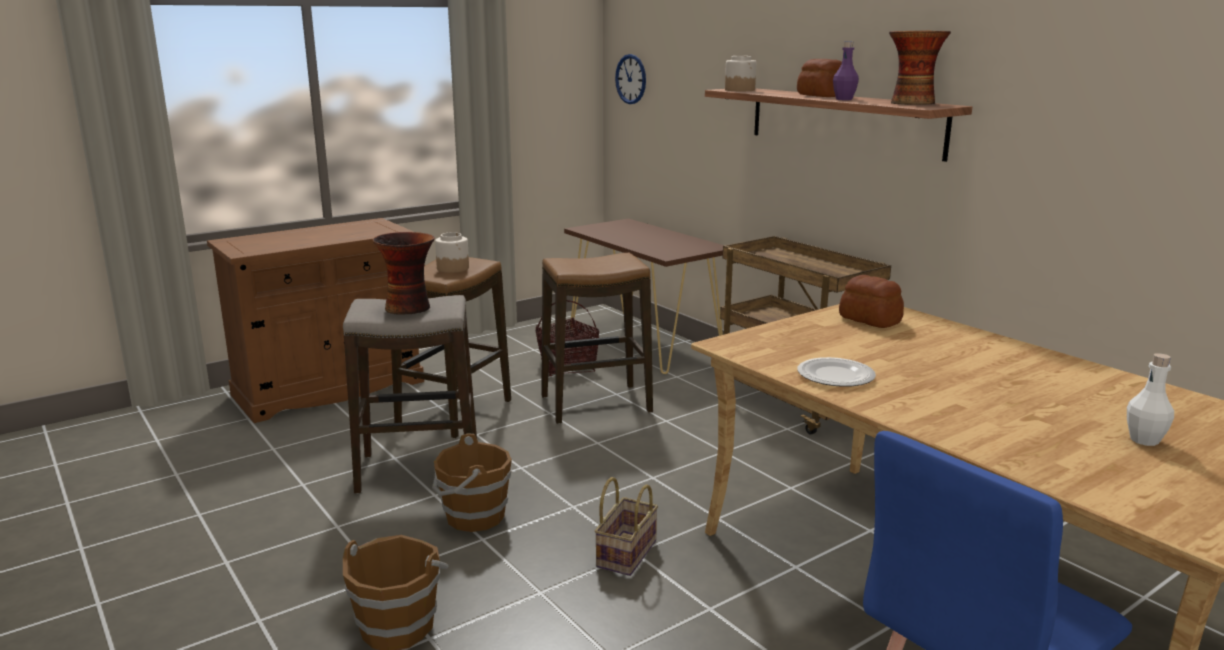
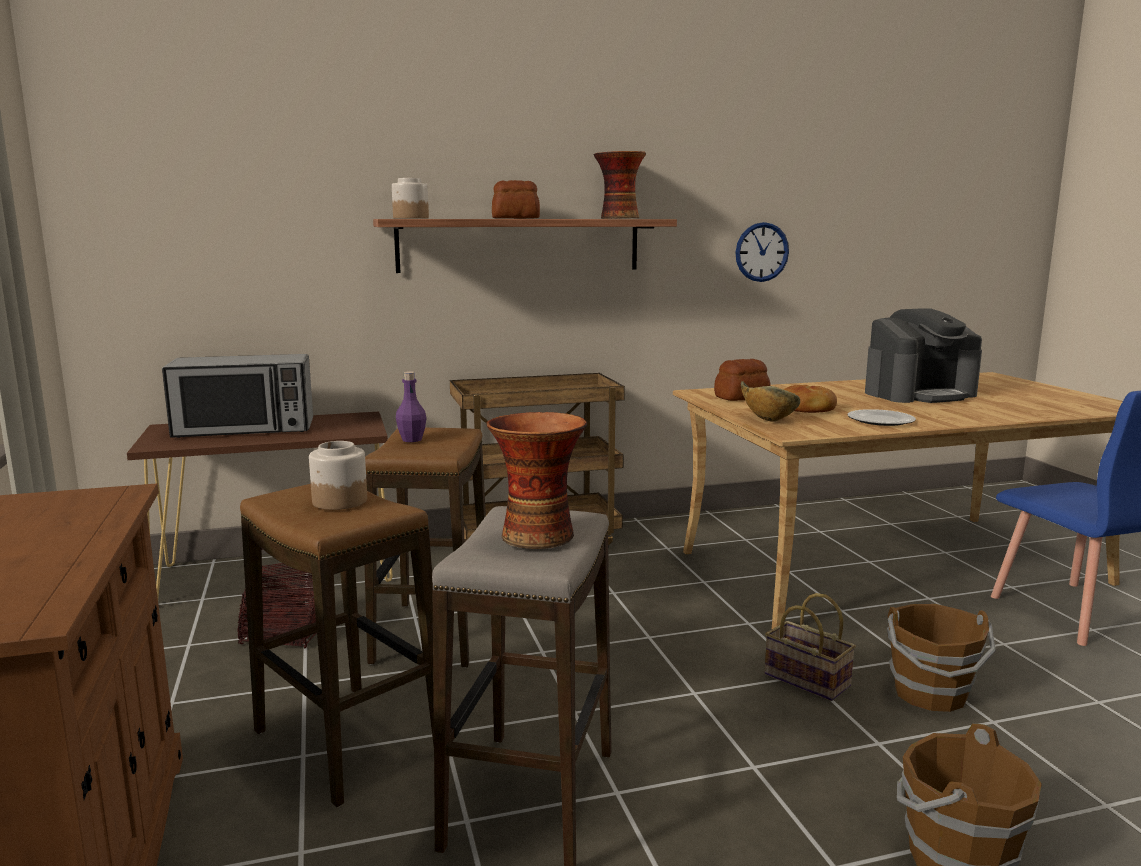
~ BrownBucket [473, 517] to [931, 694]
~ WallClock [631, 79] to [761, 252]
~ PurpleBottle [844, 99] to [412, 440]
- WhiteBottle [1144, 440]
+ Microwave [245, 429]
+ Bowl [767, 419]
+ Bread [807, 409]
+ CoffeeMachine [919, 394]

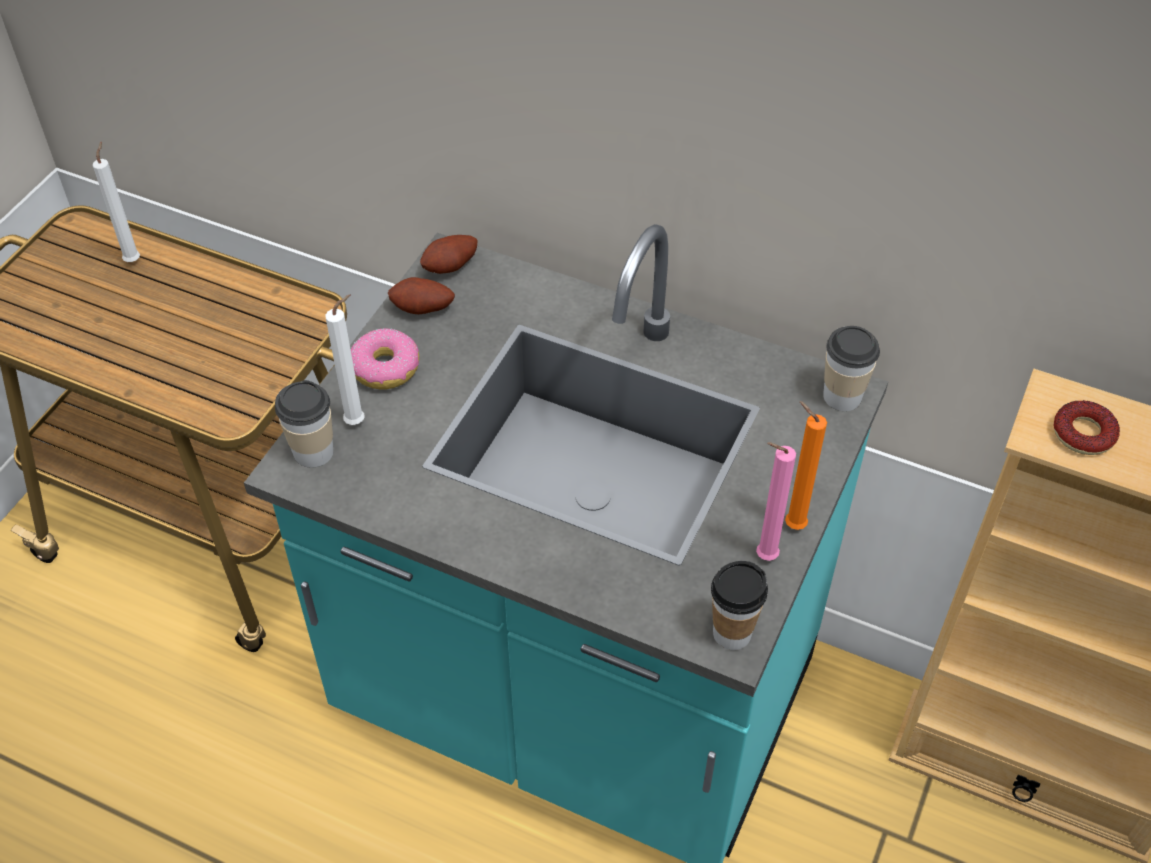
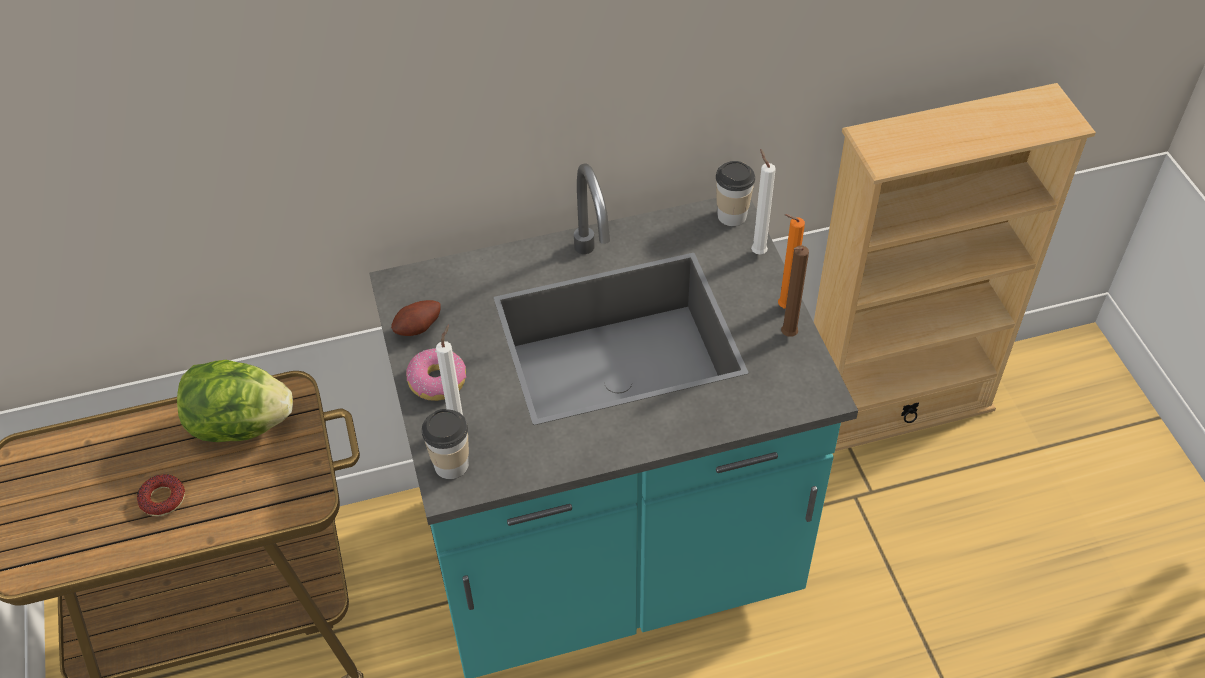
~ WhiteCandle [134, 259] to [757, 251]
- Potato [451, 267]
- Cup [732, 634]
~ PinkCandle [762, 556] to BrownCandle [787, 336]
~ Donut [1083, 434] to [163, 499]
+ Lettuce [240, 424]

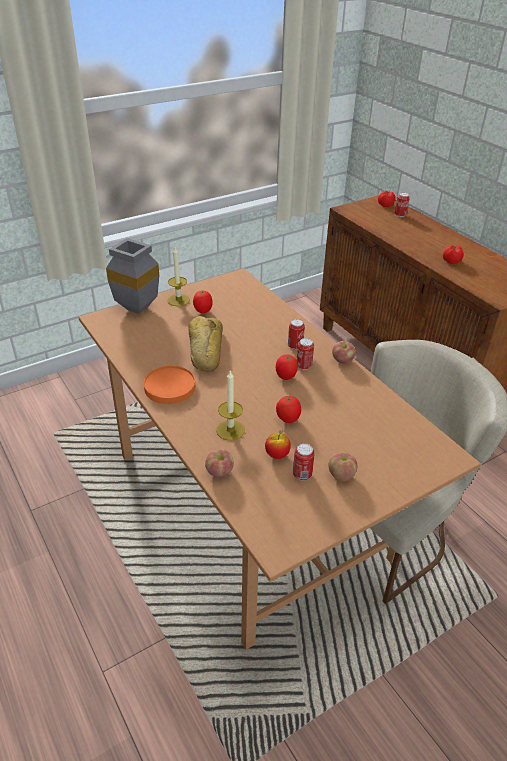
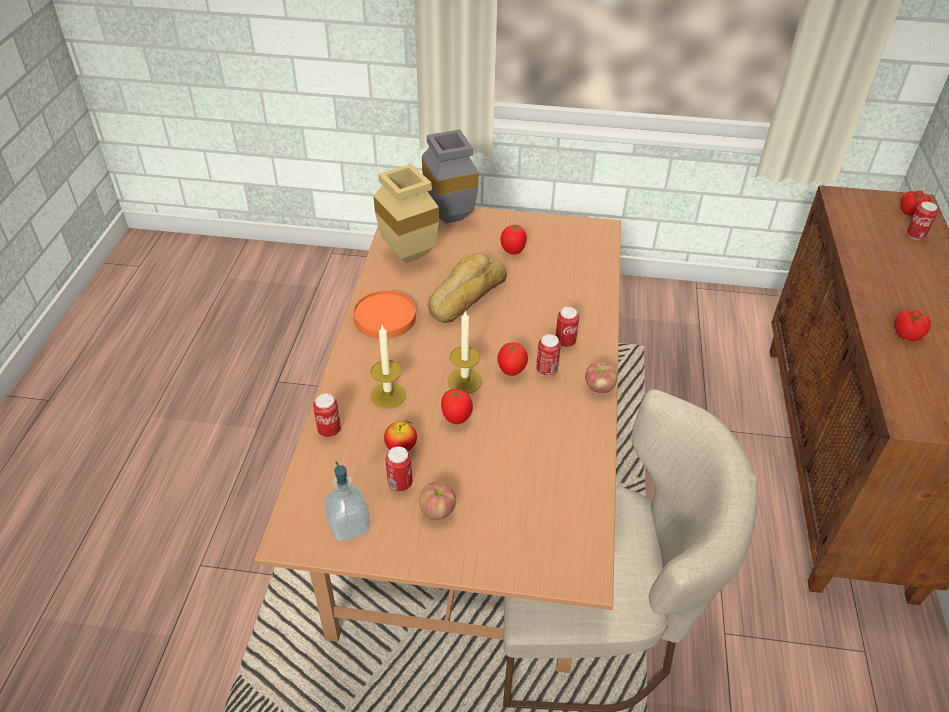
~ Candle [178, 300] to [464, 381]
~ Apple [219, 472] to Can [329, 430]
+ SoapDispenser [349, 525]
+ BeigeVase [405, 254]

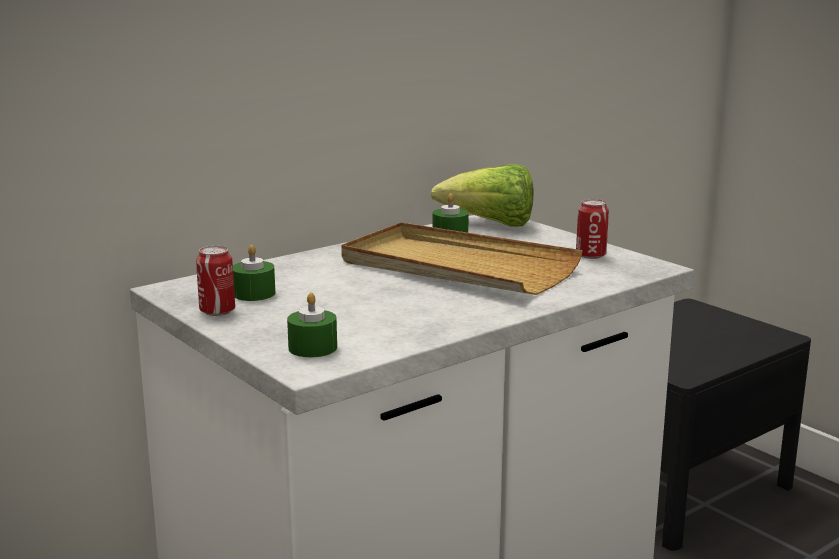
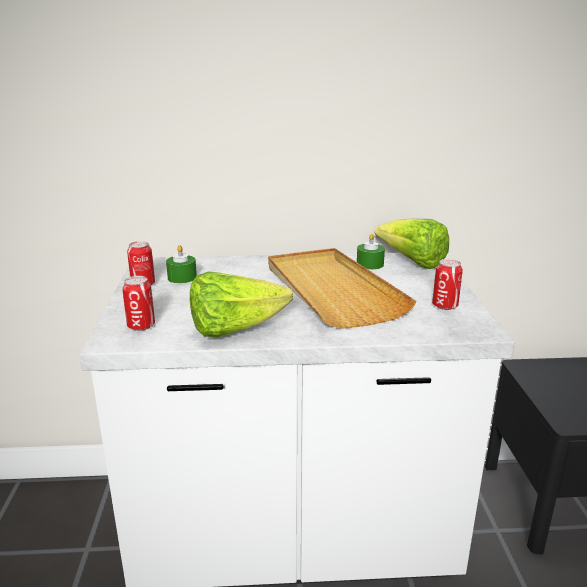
~ GreenCandle [312, 347] to Can [141, 326]
+ Lettuce [235, 329]

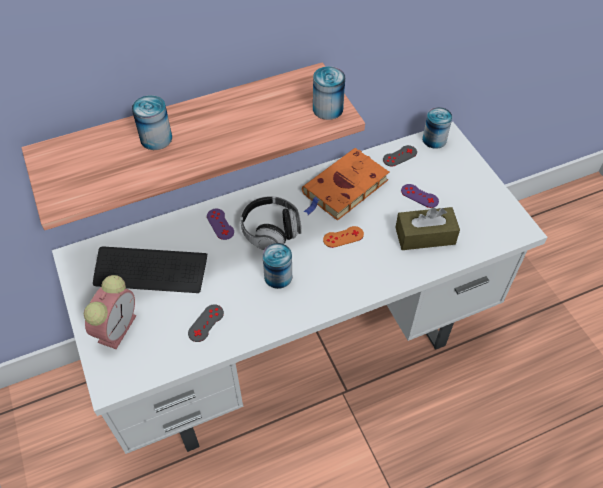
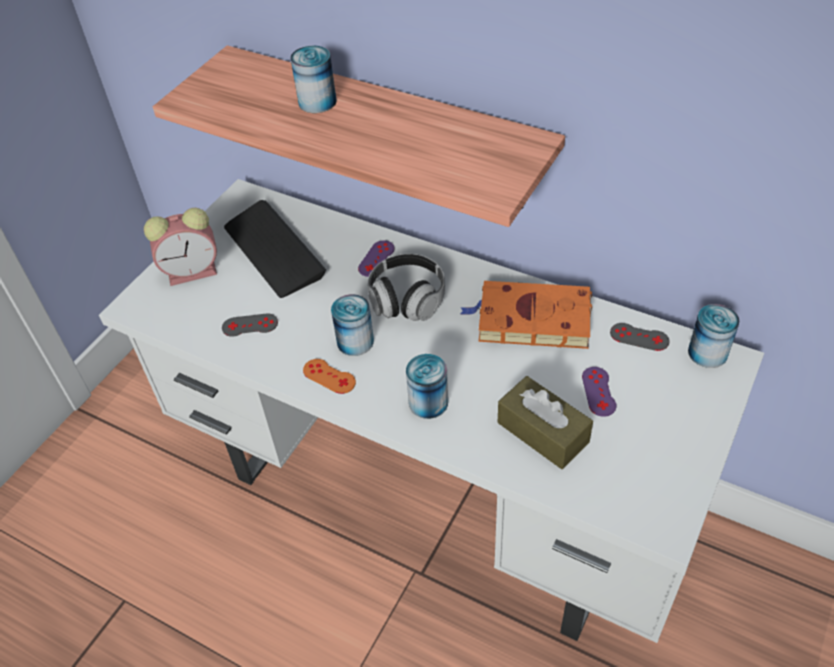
~ Can [327, 109] to [428, 402]
~ OrangeGameController [343, 237] to [329, 376]

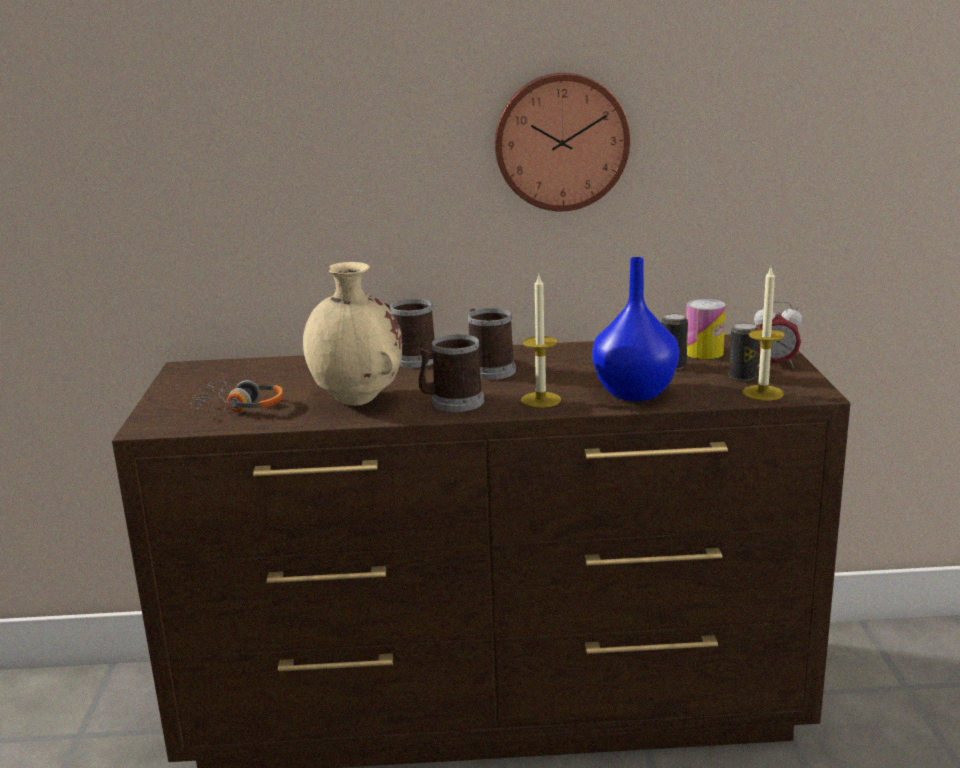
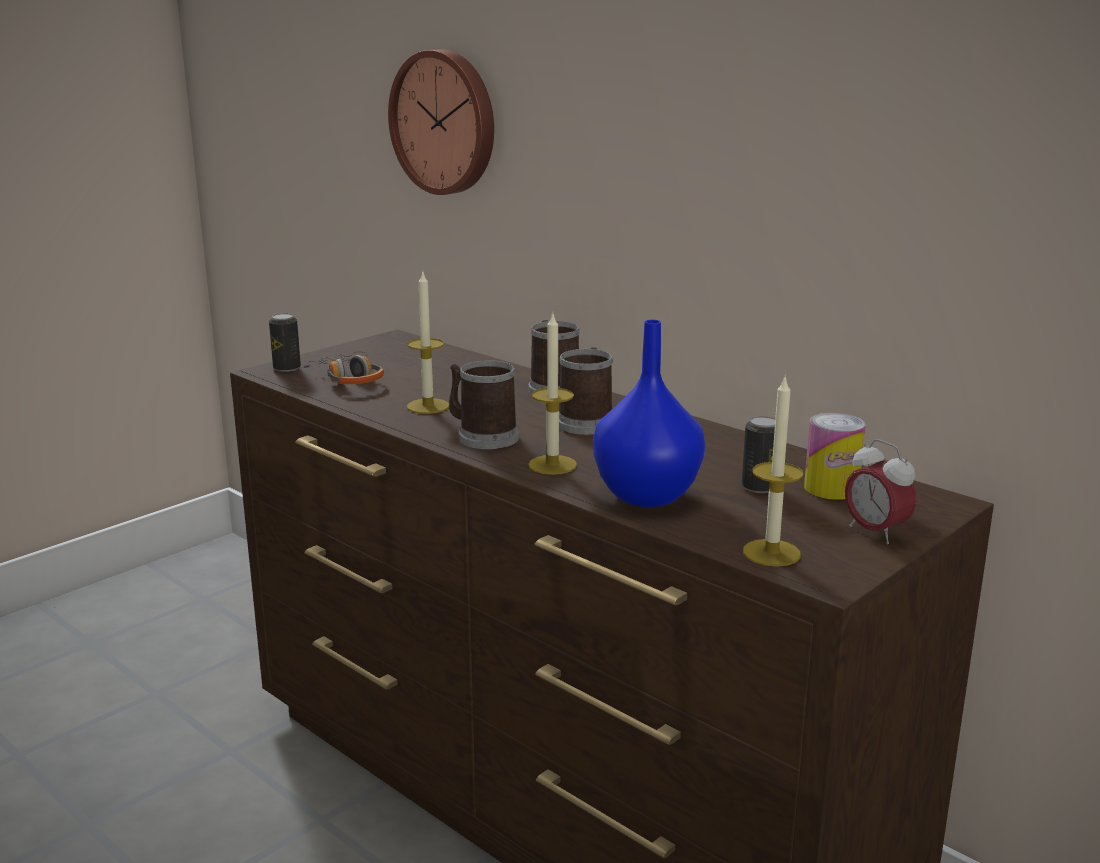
~ BeigeVase [358, 400] to Candle [428, 406]
~ WallClock [561, 141] to [446, 122]
~ Can [742, 377] to [287, 368]

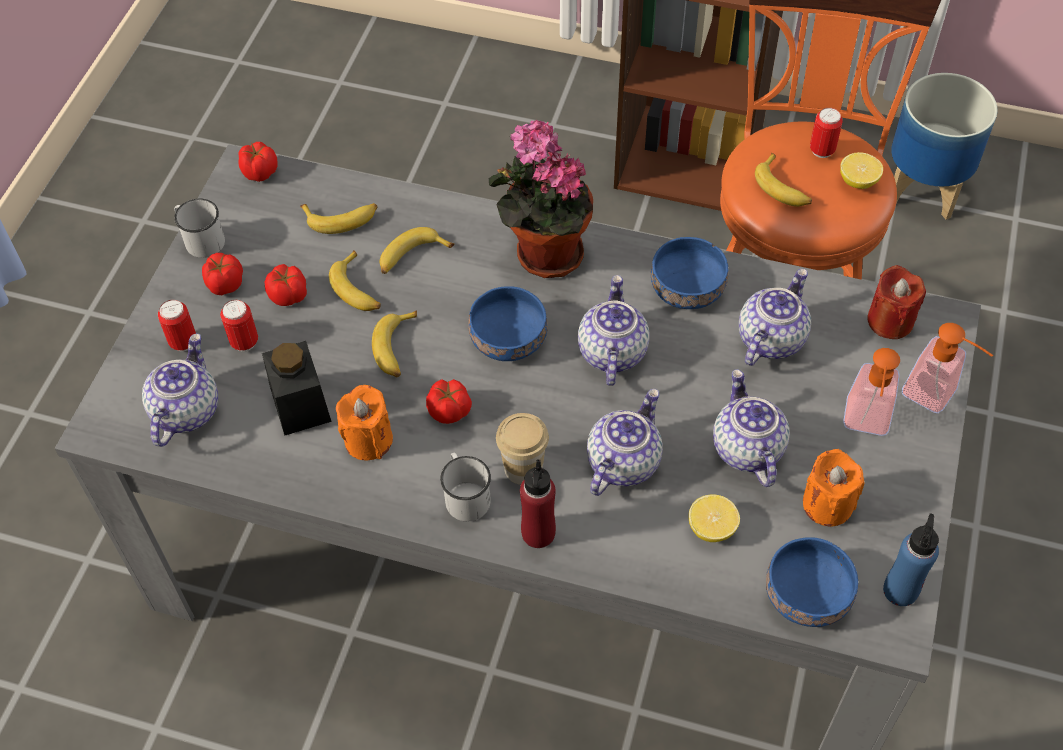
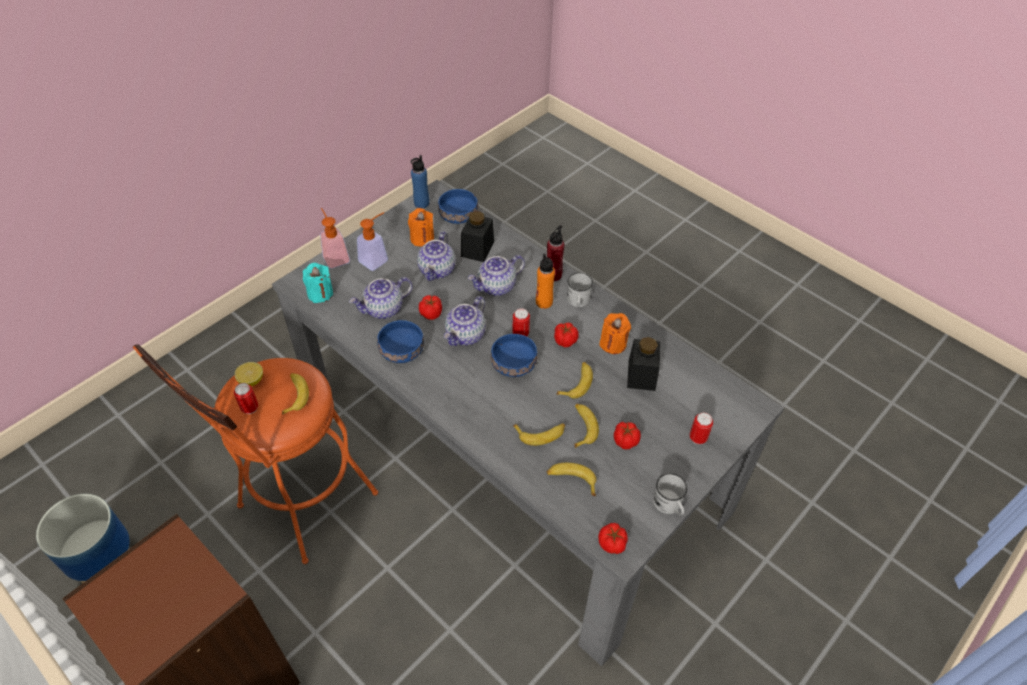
- Teapot [185, 410]
~ Tomato [225, 285] to [431, 313]
~ Can [244, 342] to [520, 334]
- PottedPlant [543, 253]
~ Cup [523, 468] to OrangeBottle [544, 302]
~ Lemon [711, 528] to BlackJar [477, 249]
~ RedCandle [890, 320] to TurquoiseCandle [320, 293]

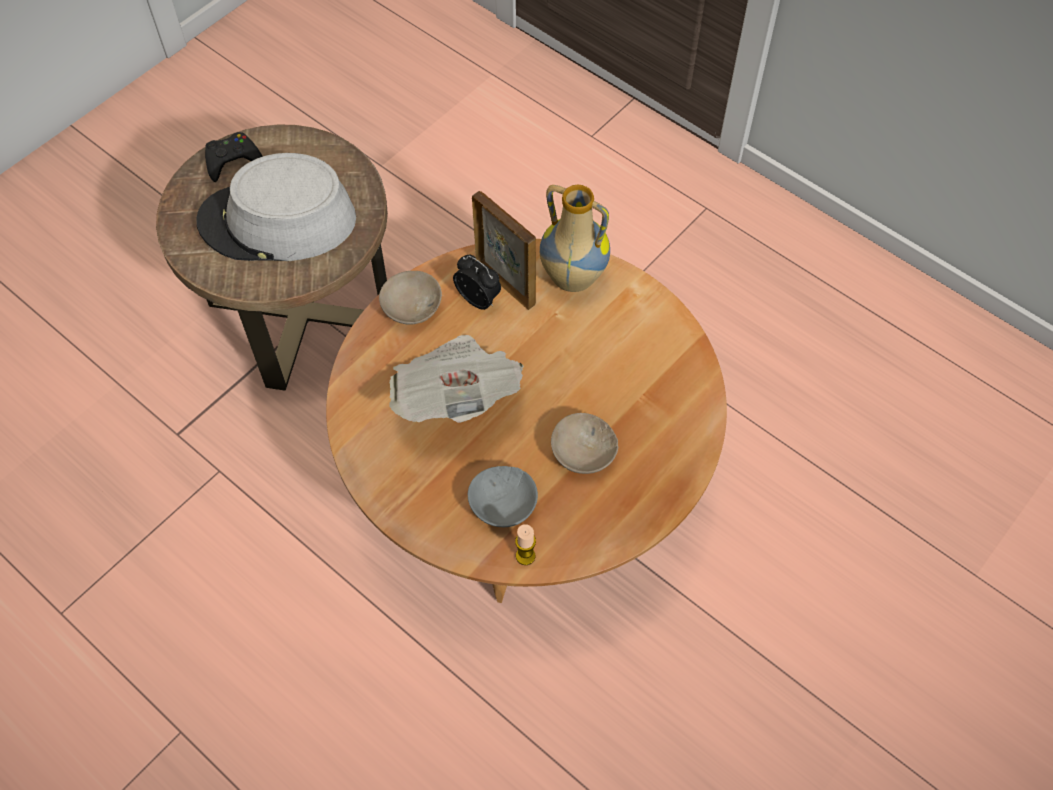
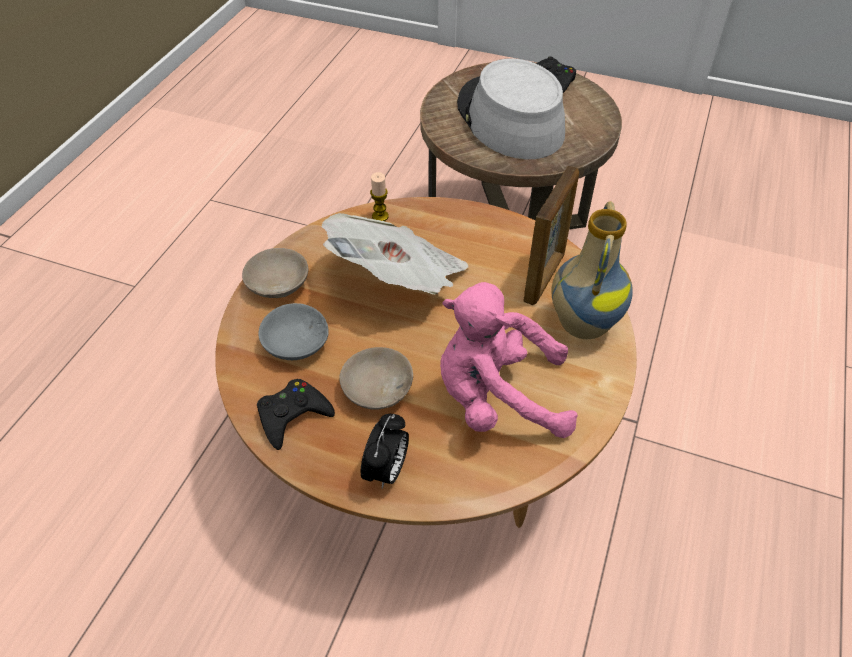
~ BeigeBowl [411, 306] to [280, 283]
~ AlarmClock [479, 299] to [386, 471]
~ Candle [525, 556] to [380, 216]
+ BlackGameController [293, 416]
+ PinkPlushToy [497, 398]

